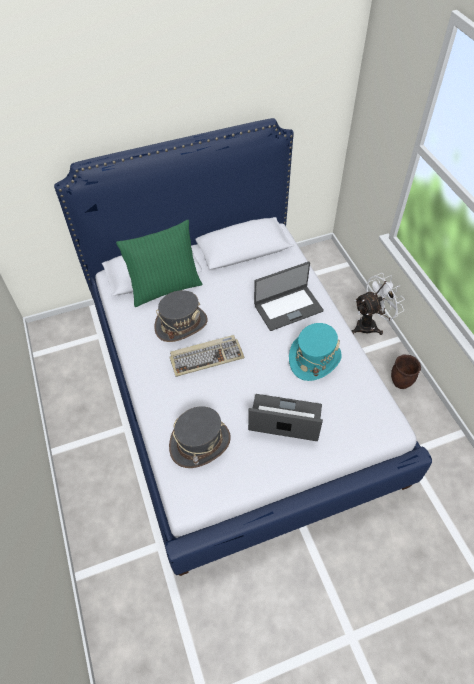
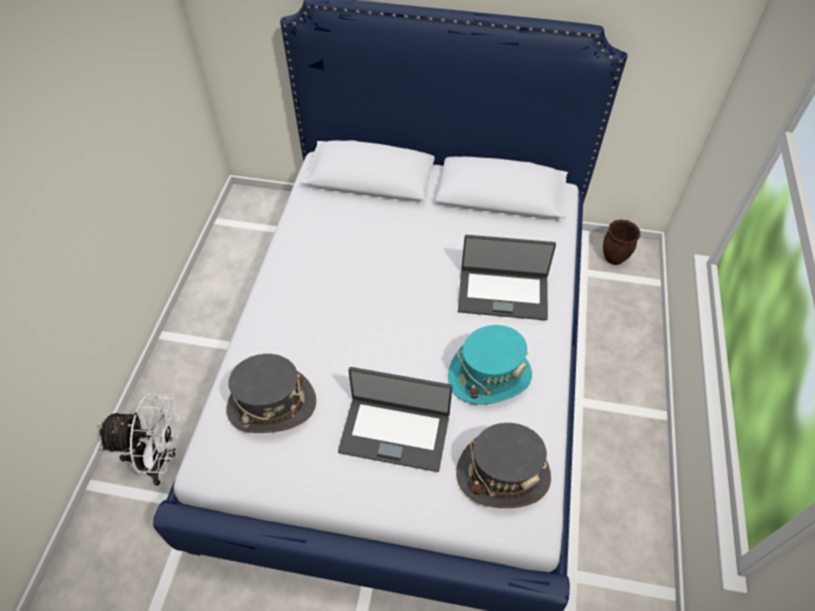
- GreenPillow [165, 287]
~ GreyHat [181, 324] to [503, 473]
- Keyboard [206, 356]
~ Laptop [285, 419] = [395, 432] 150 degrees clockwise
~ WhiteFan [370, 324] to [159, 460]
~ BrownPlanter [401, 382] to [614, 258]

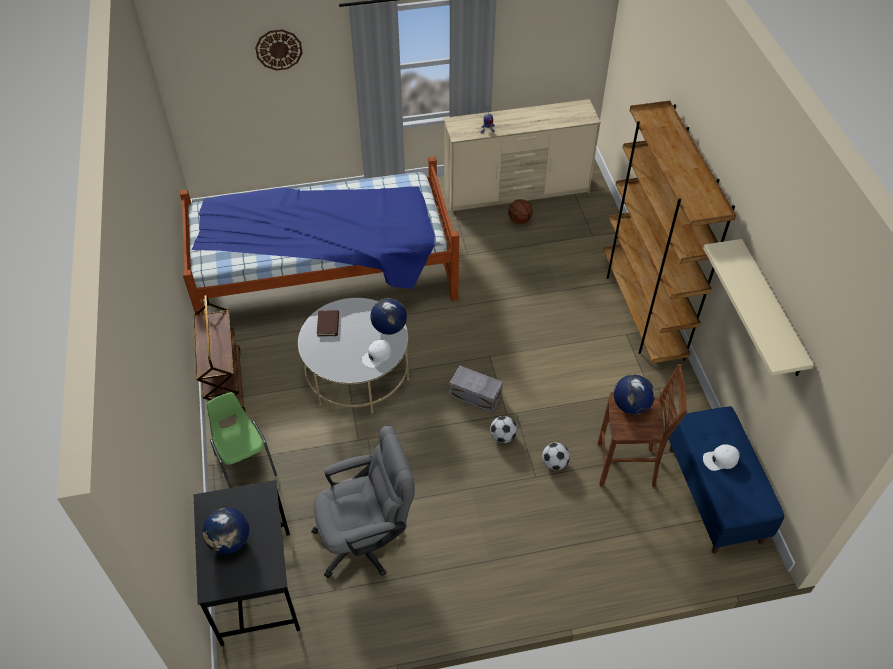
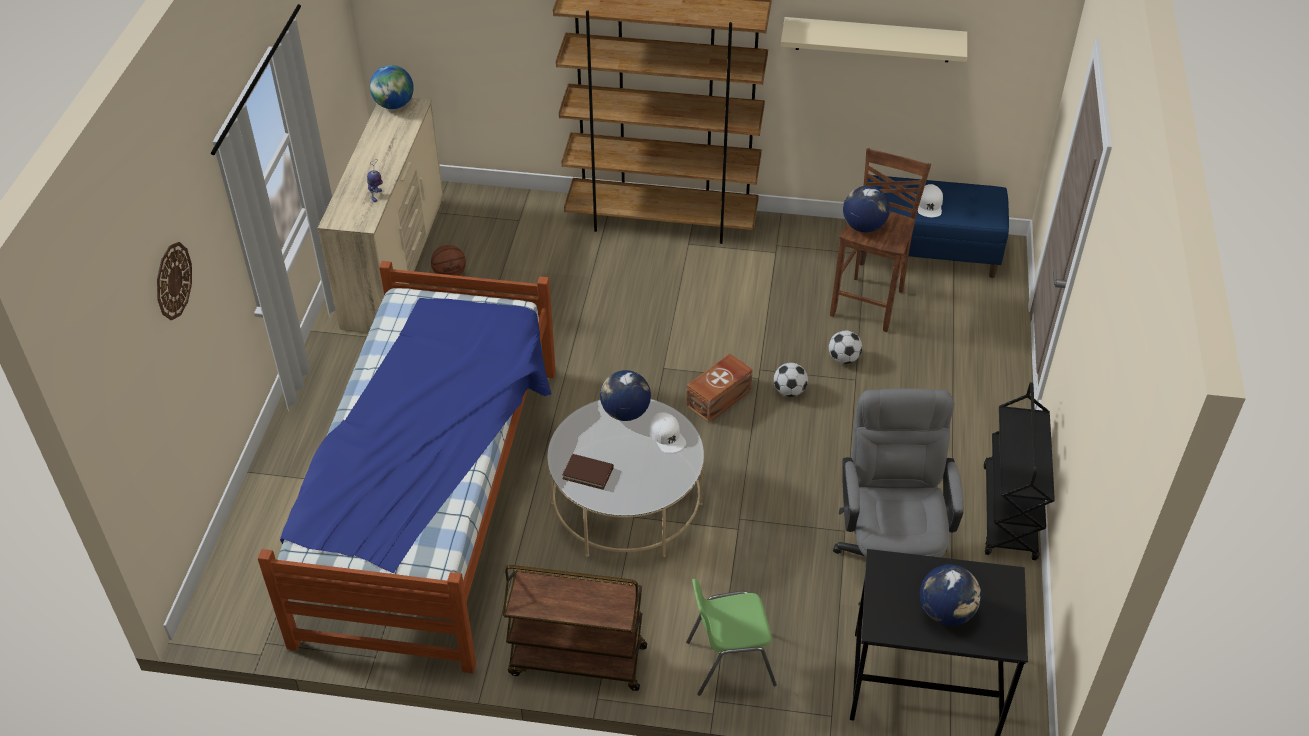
~ GreyStorageBox [476, 396] to BrownStorageBox [720, 398]
+ Globe [394, 105]
+ BlackCart [1009, 513]

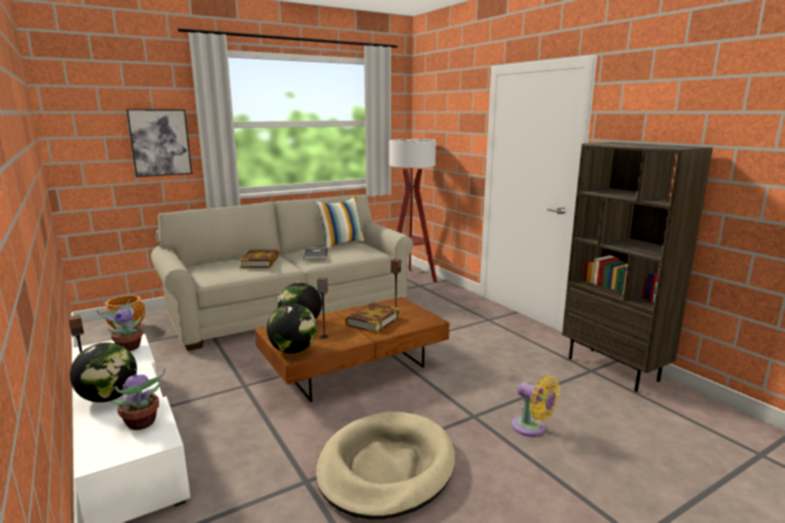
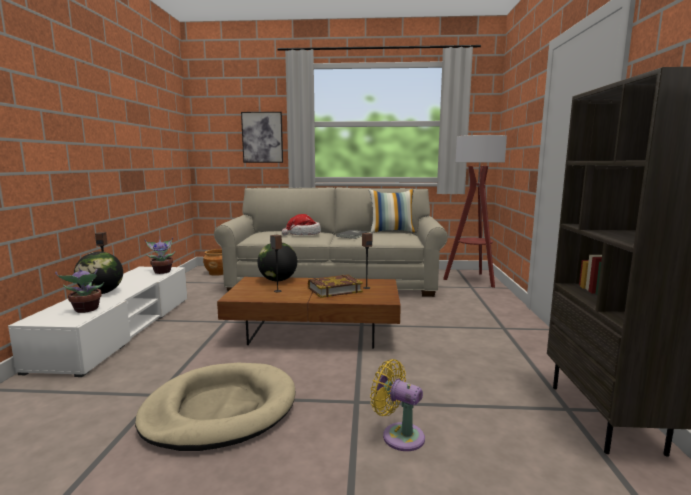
~ Book [261, 262] to Hat [303, 234]
- Globe [293, 350]
~ YellowFan [532, 428] = [399, 435] 135 degrees clockwise

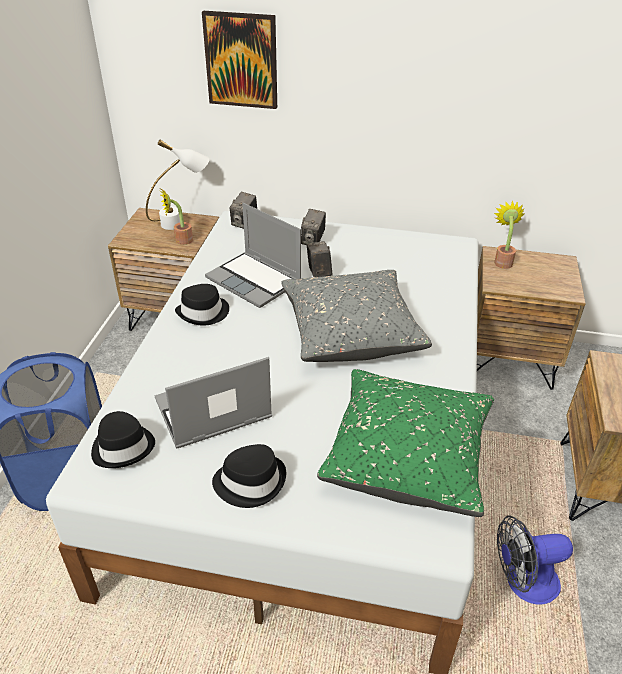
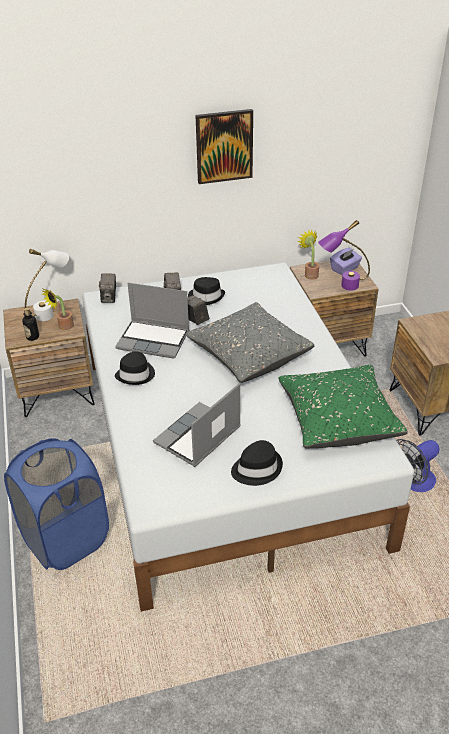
~ BlackHat [123, 447] to [206, 297]
~ Picture [241, 60] to [224, 146]
+ Bottle [32, 337]
+ PurpleTableLamp [341, 286]
+ PurpleTissueBox [345, 269]

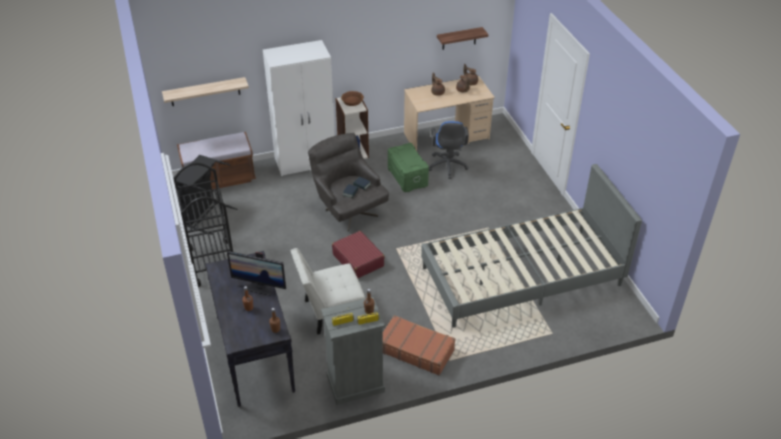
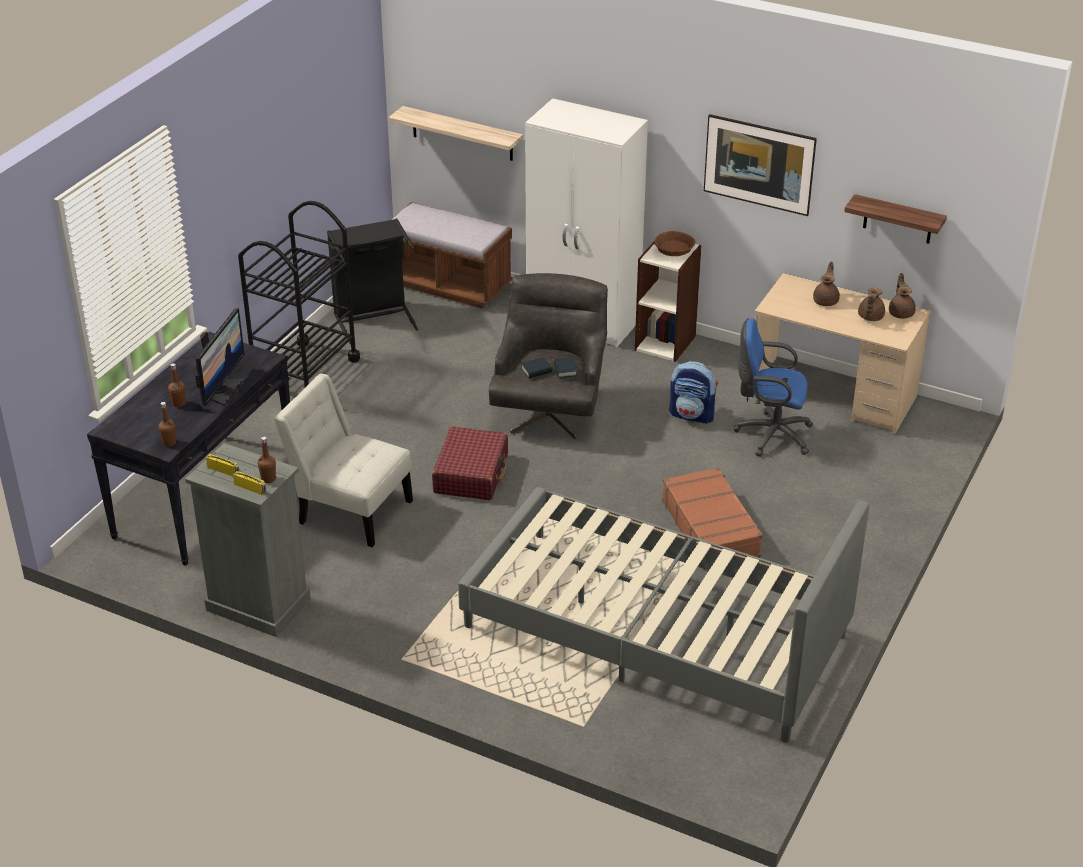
~ Monitor [260, 287] = [222, 390] 135 degrees counterclockwise
~ BrownSuitcase [416, 350] to [711, 528]
~ GreenStorageBox [408, 177] to Backpack [692, 415]
~ BlueOfficeChair [447, 167] = [769, 435] 60 degrees clockwise
+ Picture [757, 183]

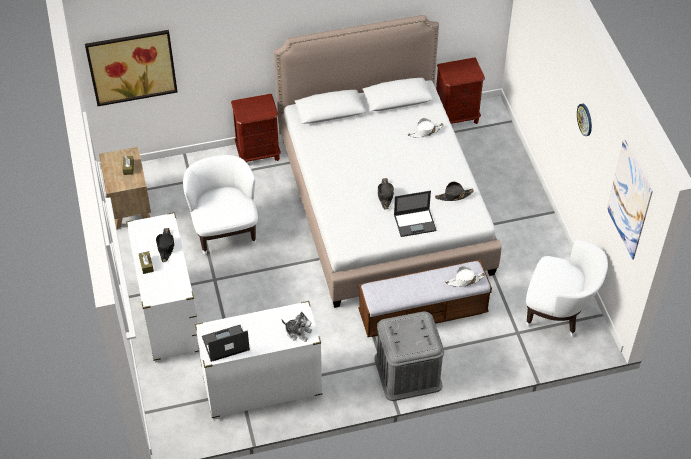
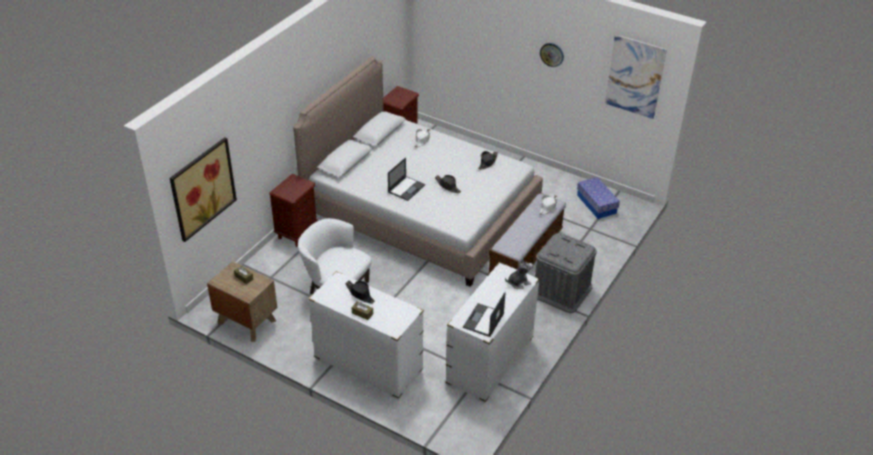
~ Laptop [415, 222] to [406, 188]
~ WhiteArmchair [559, 312] to StorageBox [596, 204]

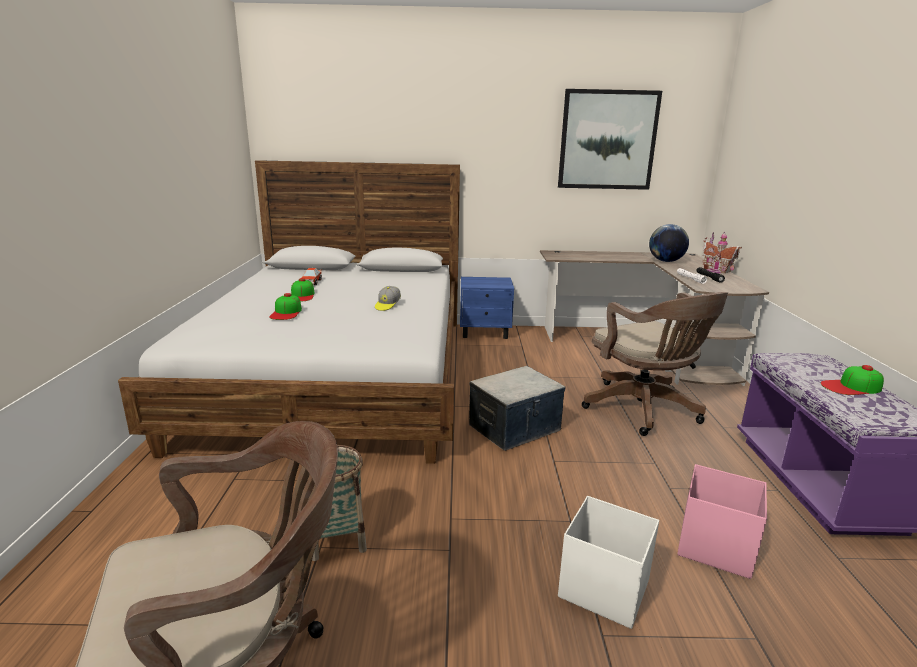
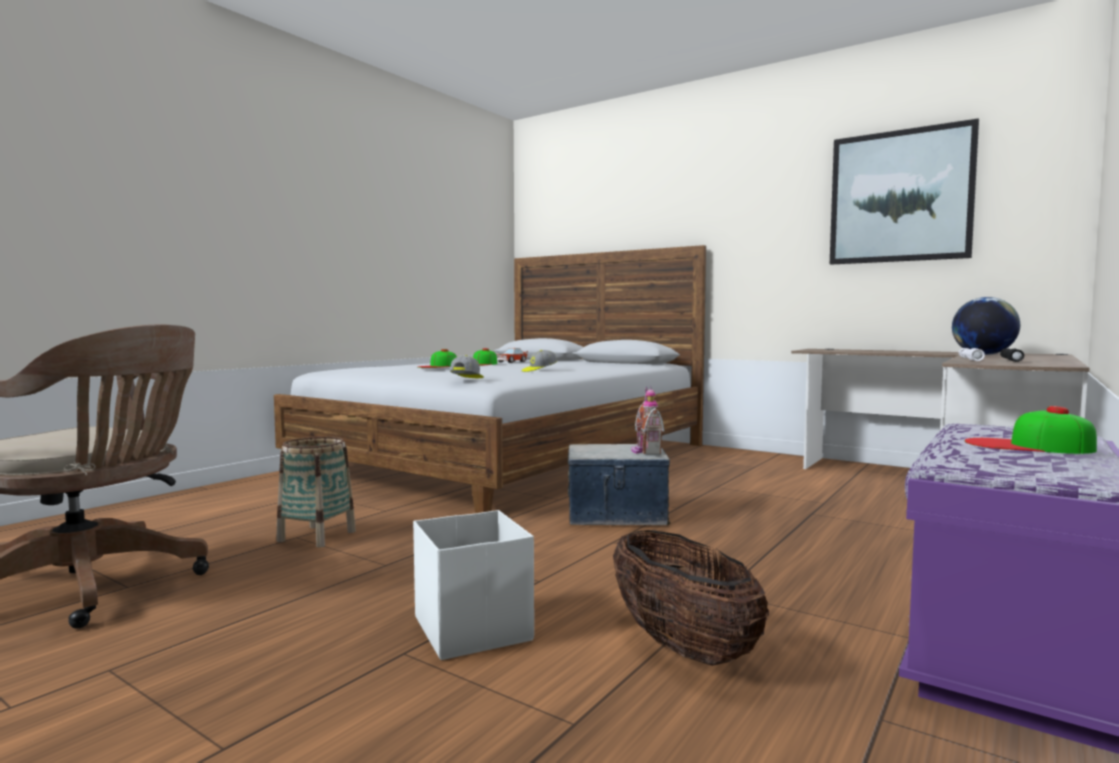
- BlueNightstand [485, 332]
- BrownOfficeChair [644, 410]
~ PinkStorageBox [714, 546] to Basket [681, 646]
~ ToyHouse [716, 271] to [645, 450]
+ Cap [467, 380]

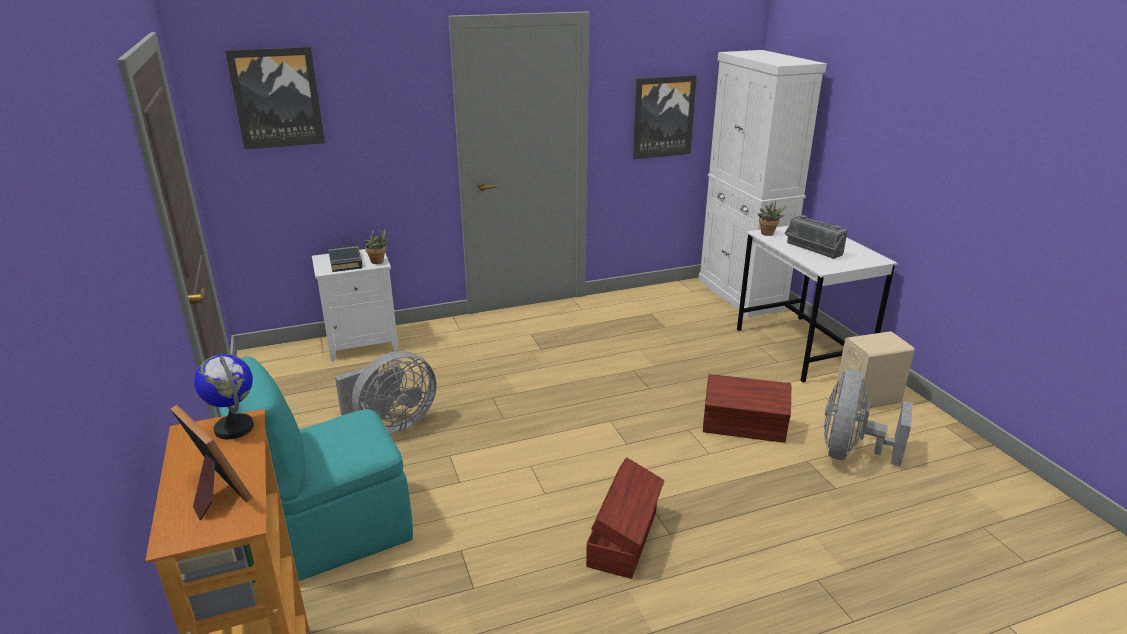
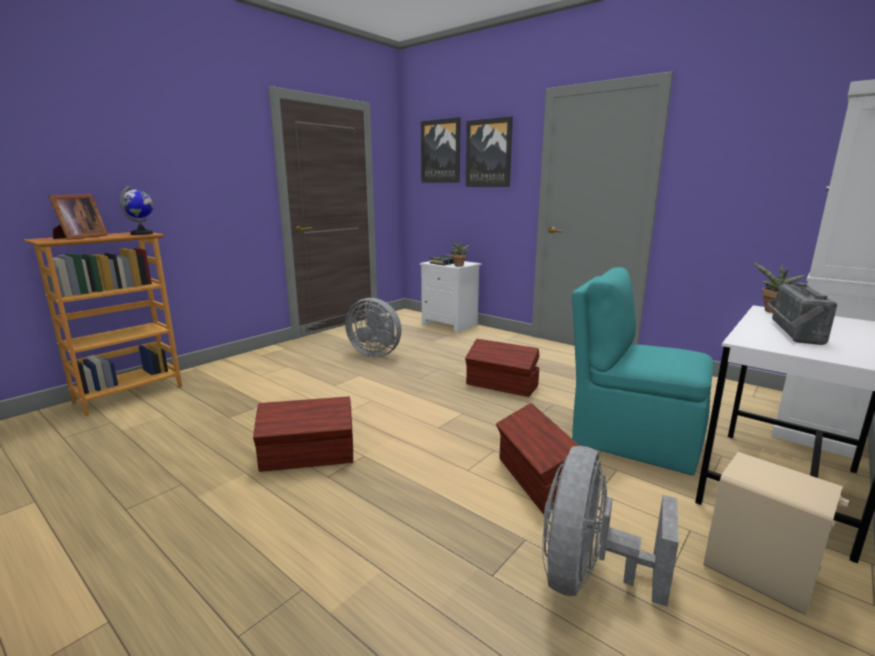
~ TurquoiseChair [333, 533] to [632, 438]
~ Picture [663, 117] to [489, 153]
~ GreyFan [850, 452] = [589, 576] 60 degrees counterclockwise
+ BrownStorageBox [502, 385]

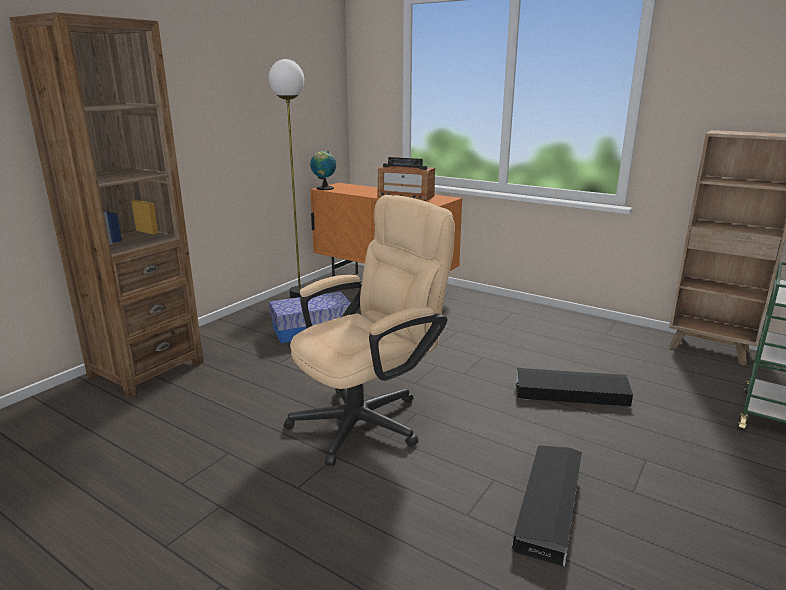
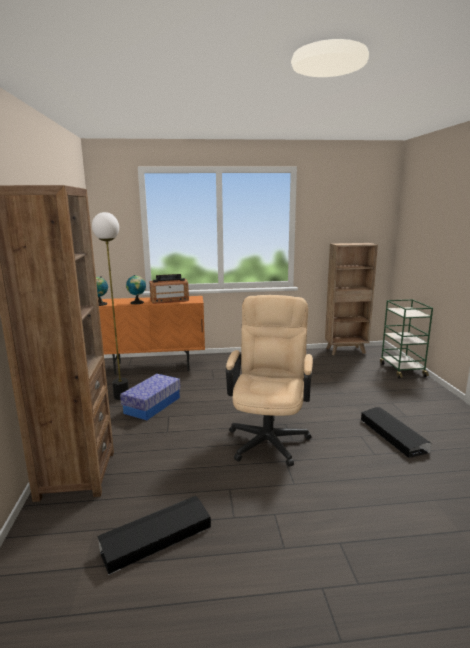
~ BlackStorageBox [570, 393] to [156, 538]
+ Globe [137, 303]

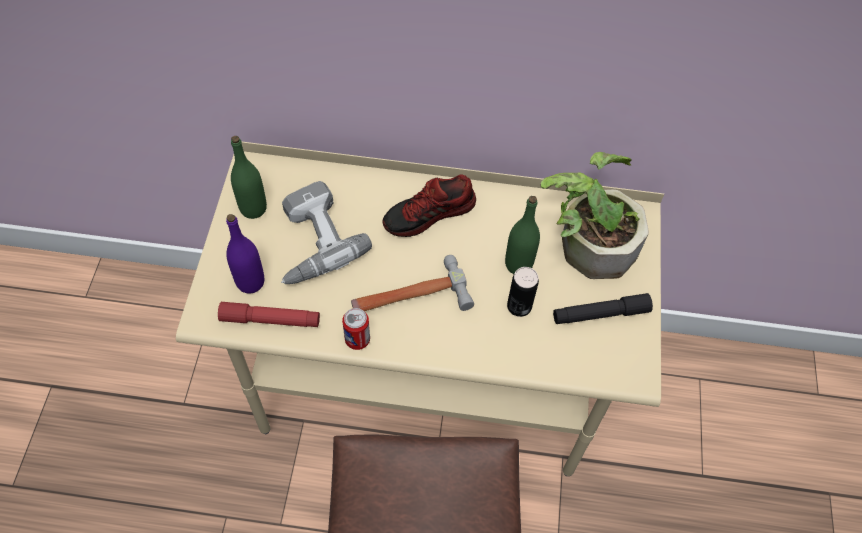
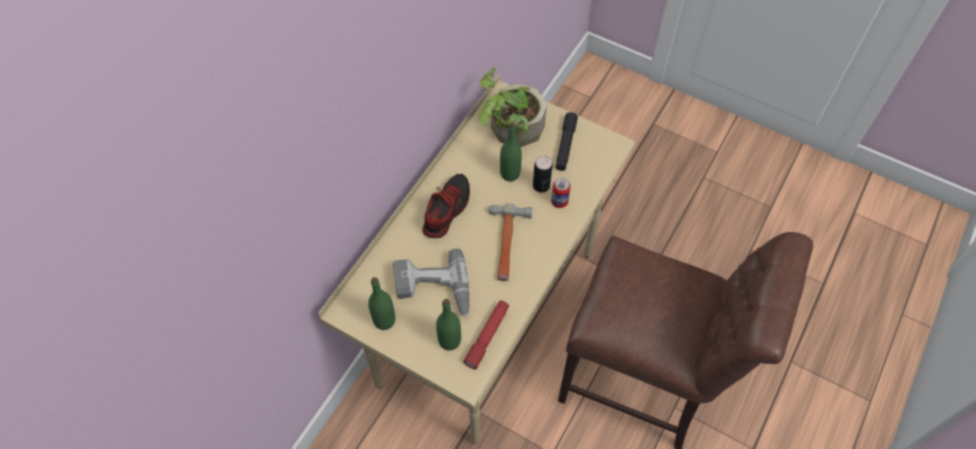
~ PurpleBottle [250, 282] to GreenBottle [449, 341]
~ Can [357, 339] to [559, 201]
~ Shoe [429, 215] = [446, 210] 150 degrees counterclockwise

